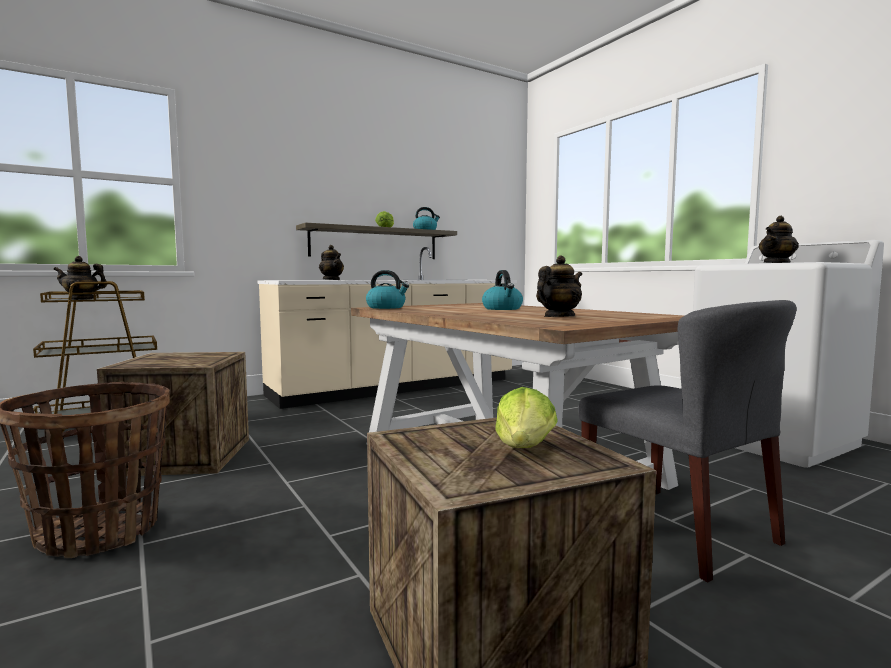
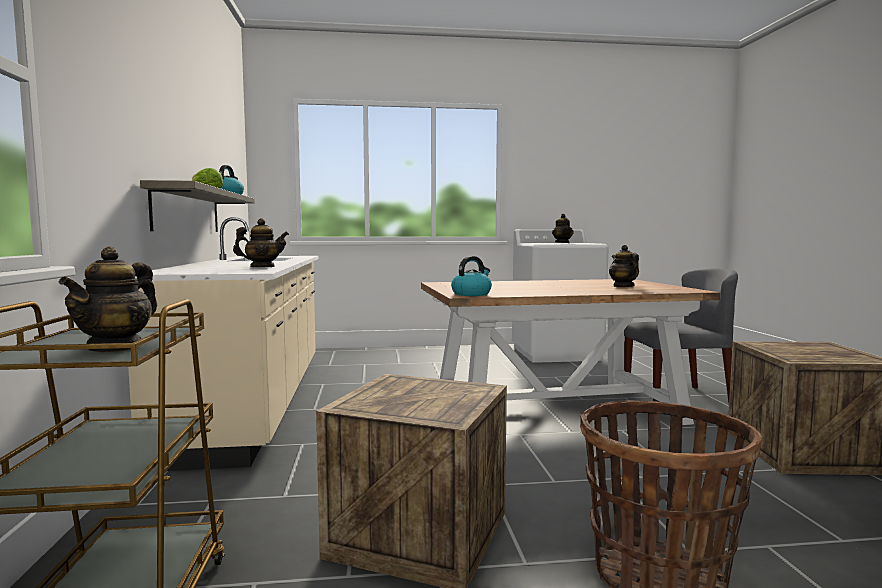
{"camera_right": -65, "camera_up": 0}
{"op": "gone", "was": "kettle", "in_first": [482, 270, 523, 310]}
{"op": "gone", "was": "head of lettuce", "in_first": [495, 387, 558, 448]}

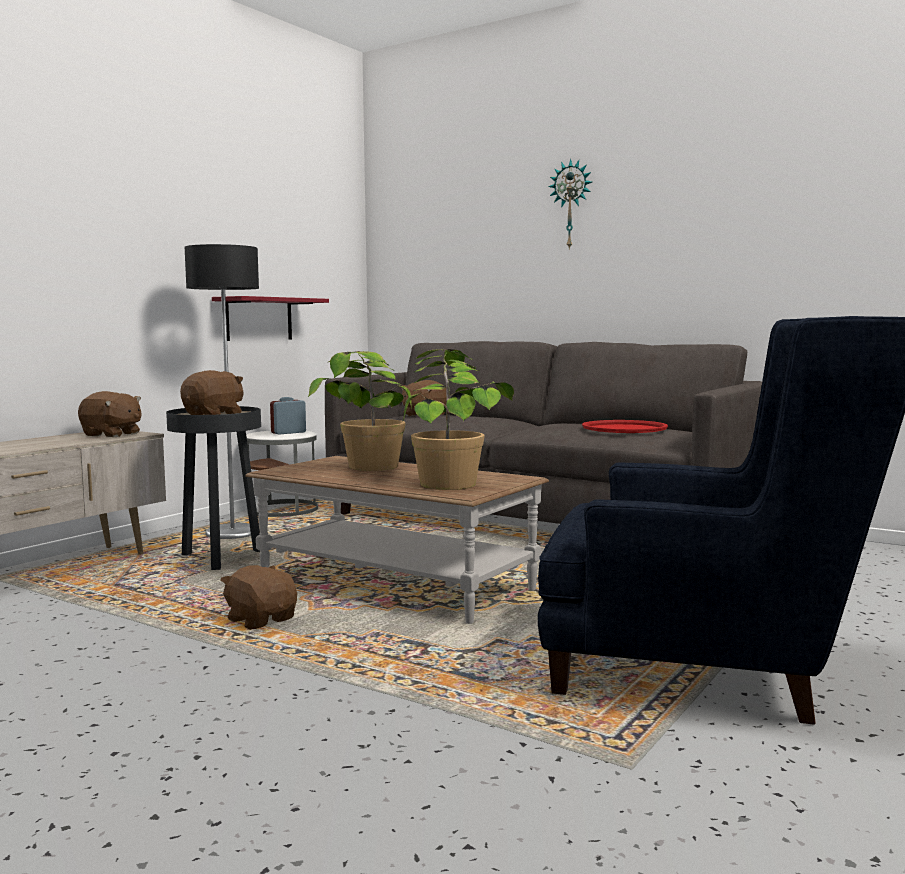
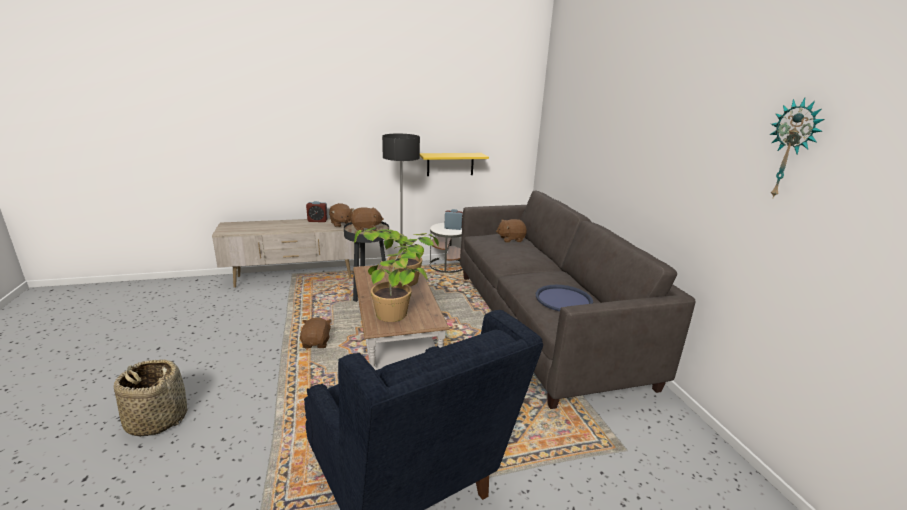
{"camera_right": 40, "camera_up": 15}
{"op": "new", "now": "storage basket", "in_second": [114, 359, 187, 437]}
{"op": "new", "now": "alarm clock", "in_second": [306, 201, 328, 222]}
{"op": "shifted", "was": "hanging clock", "in_first": [548, 159, 592, 250], "in_second": [769, 98, 824, 199]}
{"op": "repainted", "was": "red-coloured wall shelf", "now": "yellowish wall shelf", "in_first": [212, 296, 329, 341], "in_second": [420, 153, 489, 176]}
{"op": "repainted", "was": "red-coloured serving tray", "now": "blue serving tray", "in_first": [582, 420, 668, 433], "in_second": [536, 285, 593, 311]}

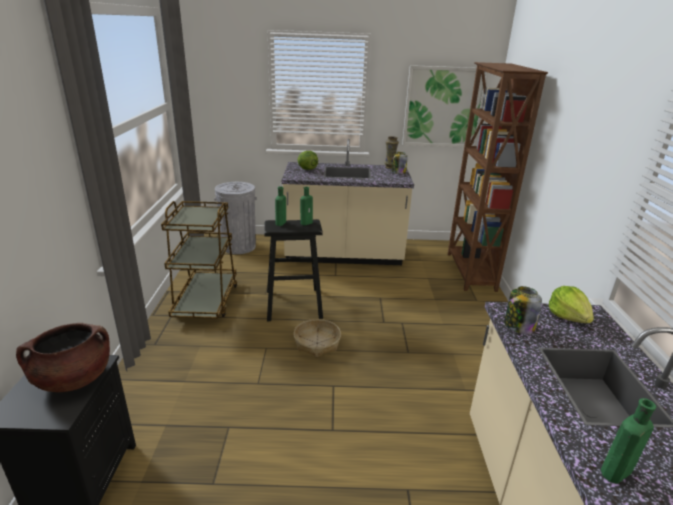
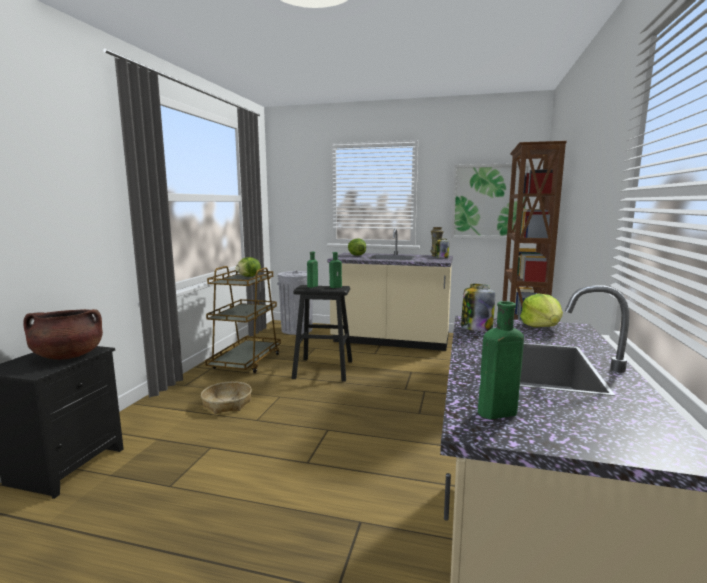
{"camera_right": 15, "camera_up": -15}
{"op": "new", "now": "head of lettuce", "in_second": [235, 257, 261, 277]}
{"op": "shifted", "was": "storage basket", "in_first": [294, 319, 341, 357], "in_second": [201, 381, 252, 414]}

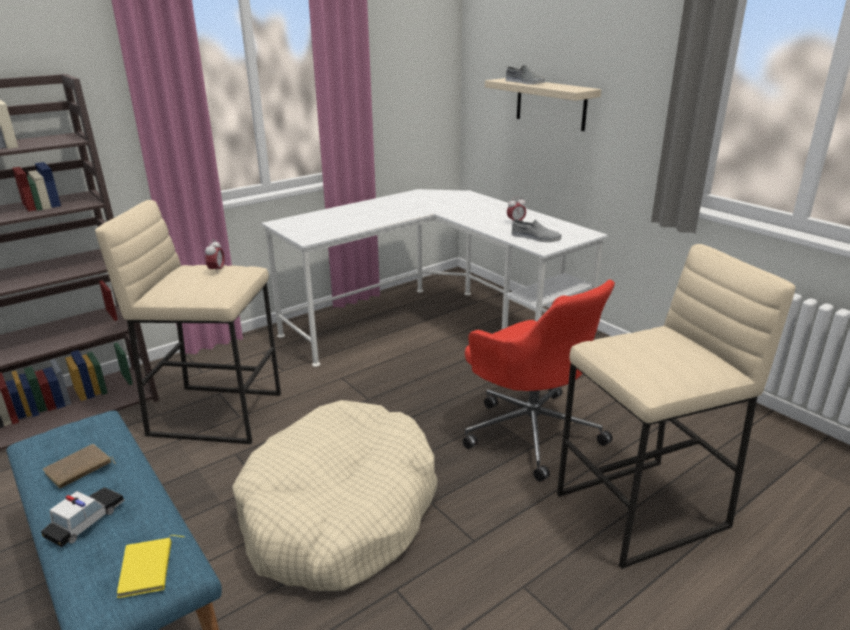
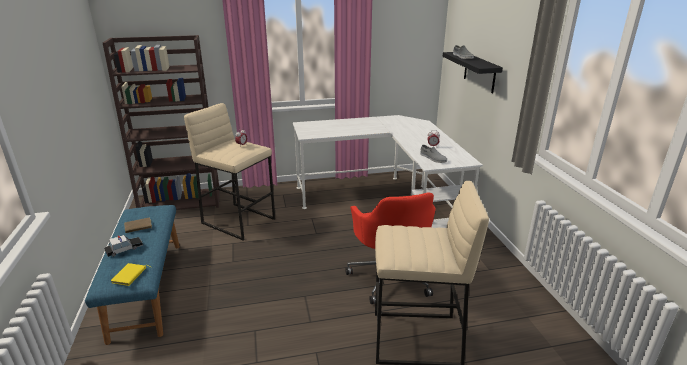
{"camera_right": 25, "camera_up": 0}
{"op": "gone", "was": "beige dog bed", "in_first": [232, 400, 438, 591]}
{"op": "repainted", "was": "beige wall shelf", "now": "black-coloured wall shelf", "in_first": [485, 78, 601, 131], "in_second": [442, 52, 503, 94]}

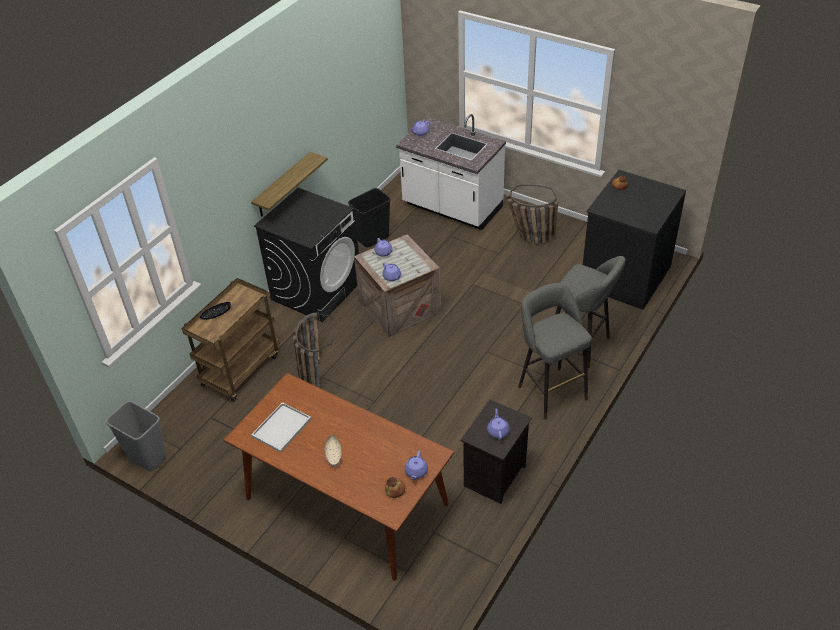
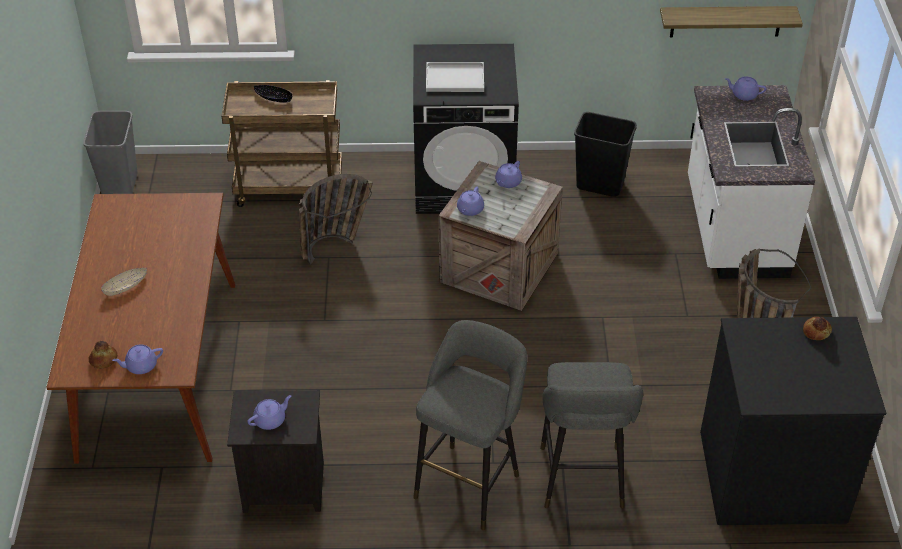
{"camera_right": 55, "camera_up": 0}
{"op": "shifted", "was": "wall shelf", "in_first": [251, 152, 328, 217], "in_second": [660, 6, 803, 37]}
{"op": "shifted", "was": "white serving tray", "in_first": [251, 402, 311, 453], "in_second": [426, 62, 484, 92]}

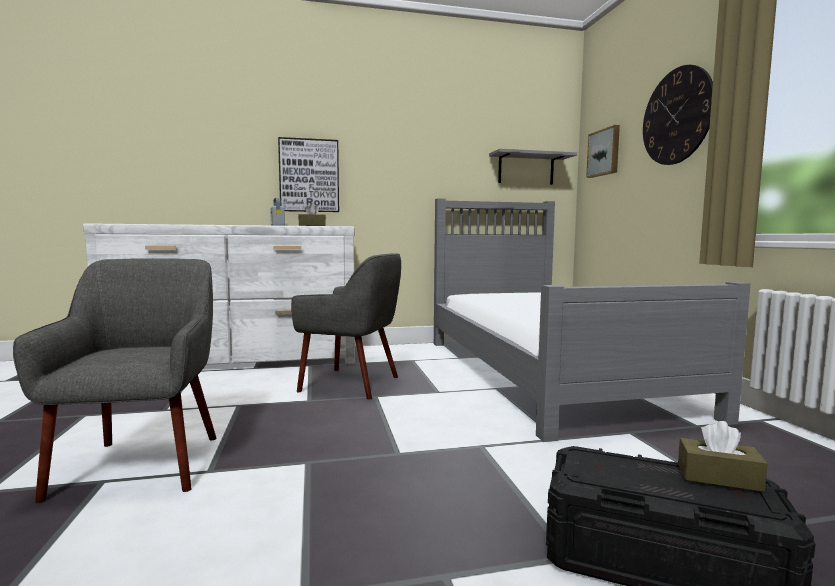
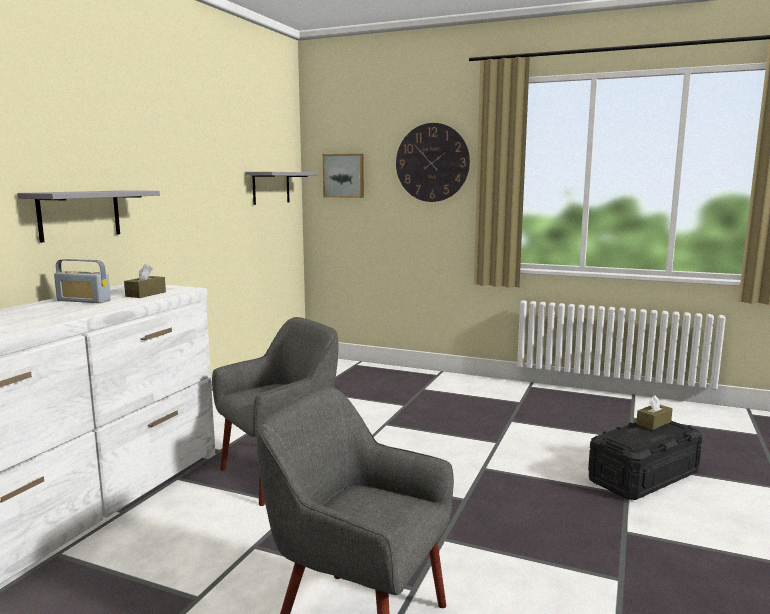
{"camera_right": -55, "camera_up": 5}
{"op": "gone", "was": "gray bed", "in_first": [434, 198, 751, 442]}
{"op": "swapped", "was": "picture", "now": "gray wall shelf", "in_first": [278, 137, 339, 212], "in_second": [17, 190, 160, 243]}

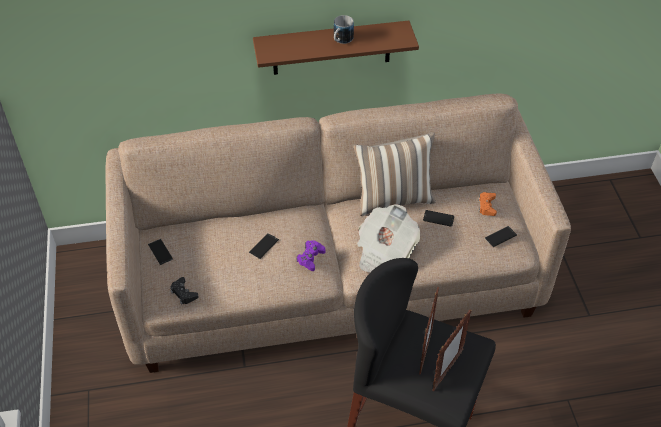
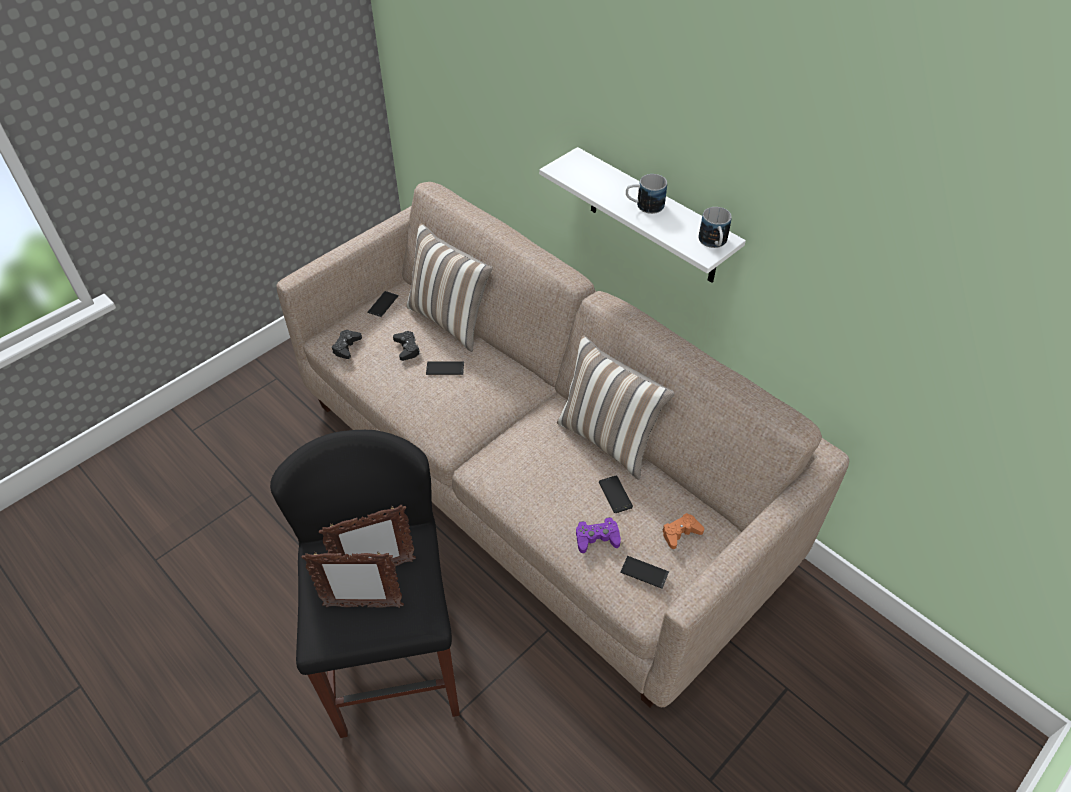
{"camera_right": 55, "camera_up": 0}
{"op": "gone", "was": "printed paper", "in_first": [357, 204, 420, 272]}
{"op": "new", "now": "black-coloured game controller", "in_second": [393, 331, 420, 361]}
{"op": "new", "now": "throw pillow", "in_second": [406, 224, 493, 352]}
{"op": "new", "now": "mug", "in_second": [698, 207, 732, 248]}
{"op": "shifted", "was": "purplish game controller", "in_first": [296, 240, 326, 271], "in_second": [576, 517, 621, 553]}
{"op": "repainted", "was": "brown-coloured wall shelf", "now": "white wall shelf", "in_first": [253, 21, 419, 75], "in_second": [539, 147, 746, 283]}

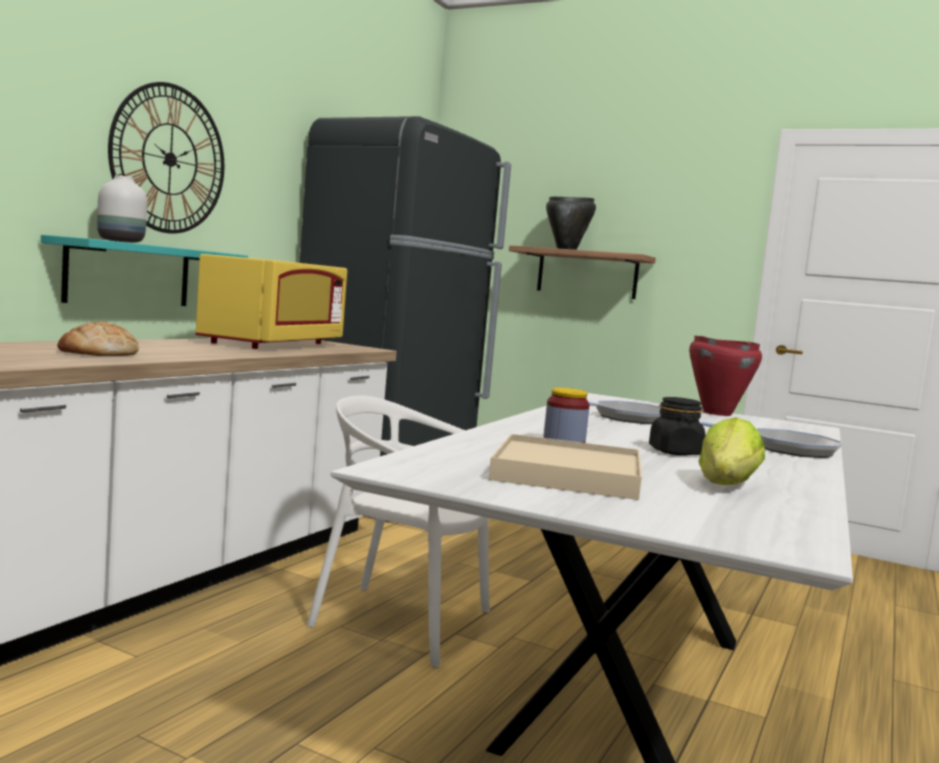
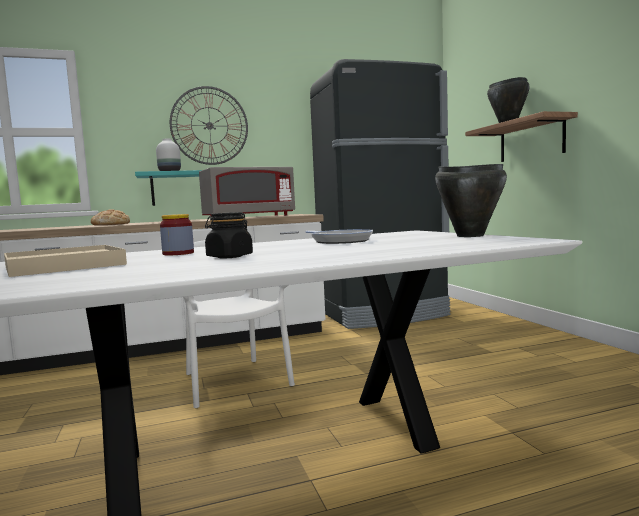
{"camera_right": 45, "camera_up": 0}
{"op": "gone", "was": "head of lettuce", "in_first": [698, 417, 765, 485]}
{"op": "gone", "was": "frying pan", "in_first": [701, 422, 843, 458]}
{"op": "repainted", "was": "yellowish microwave", "now": "gray microwave", "in_first": [195, 254, 347, 349], "in_second": [199, 167, 295, 215]}
{"op": "repainted", "was": "red-coloured cooking pot", "now": "black-coloured cooking pot", "in_first": [689, 336, 762, 416], "in_second": [435, 164, 507, 237]}

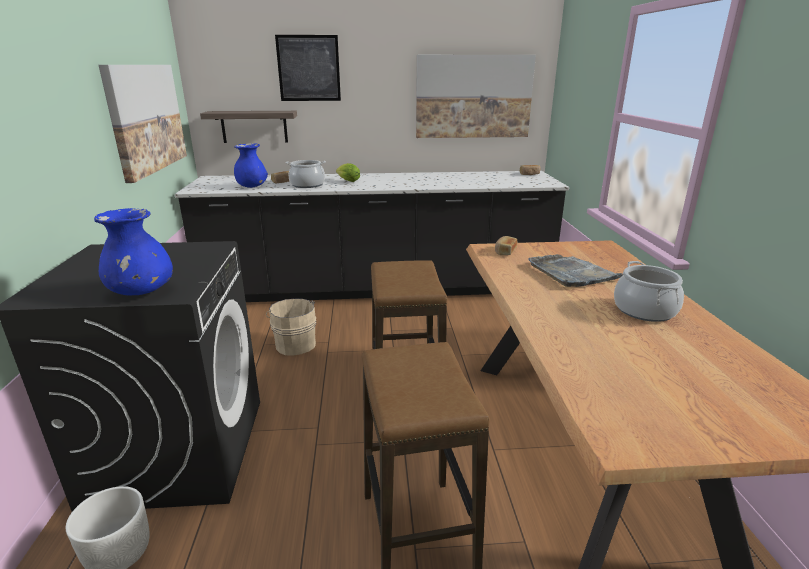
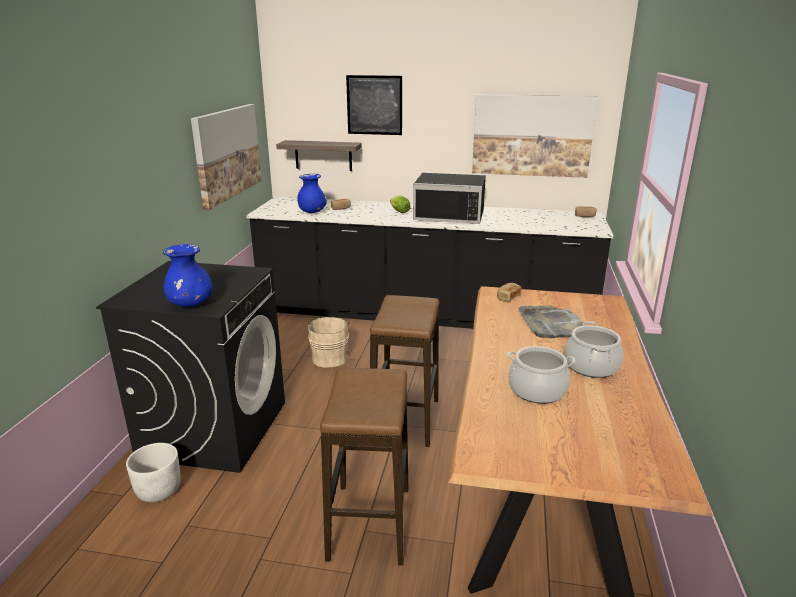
{"camera_right": 15, "camera_up": 0}
{"op": "new", "now": "black-coloured microwave", "in_second": [413, 173, 486, 224]}
{"op": "shifted", "was": "cooking pot", "in_first": [286, 160, 326, 188], "in_second": [507, 346, 576, 404]}

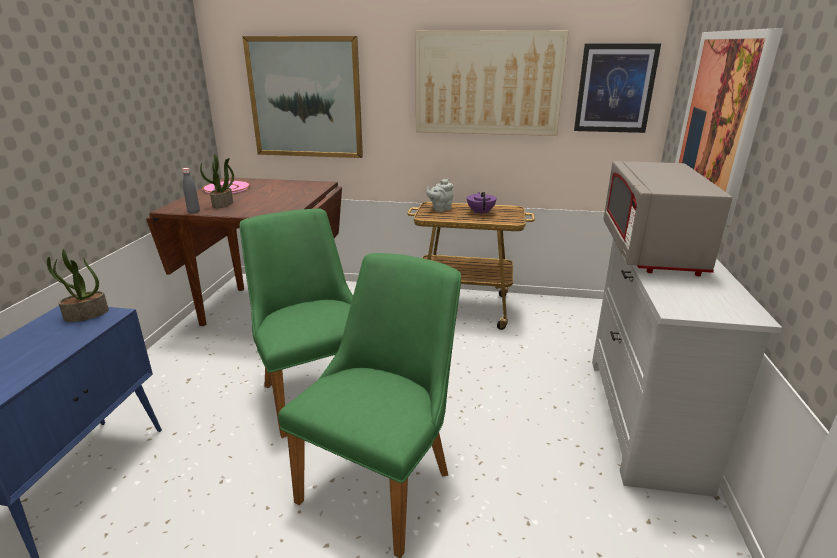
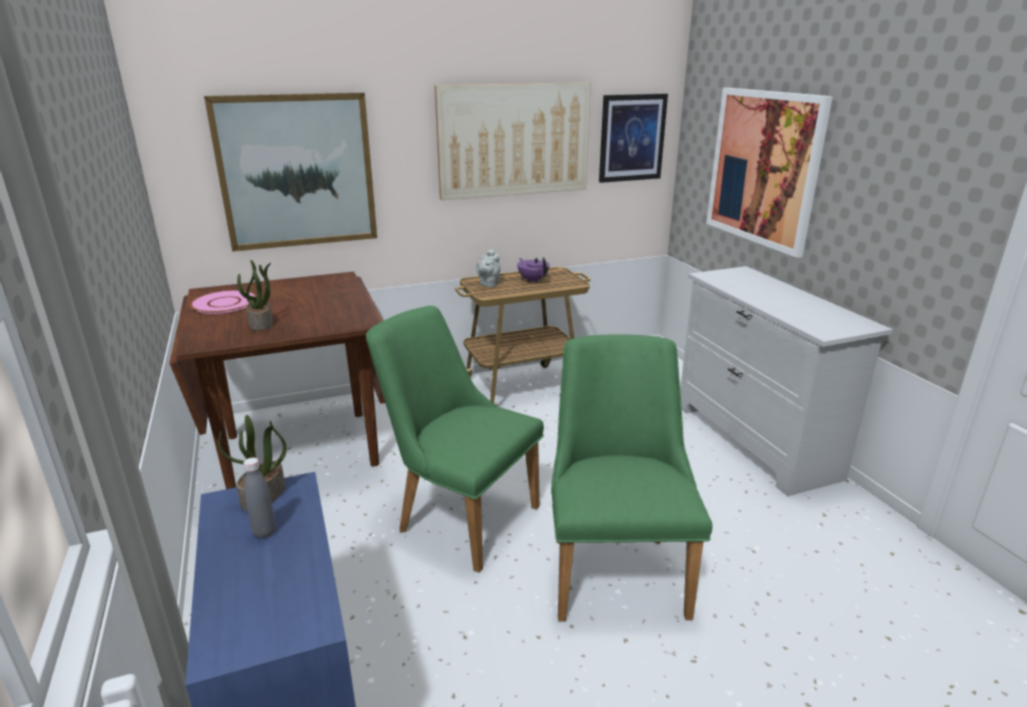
{"camera_right": -30, "camera_up": 0}
{"op": "gone", "was": "gray microwave", "in_first": [604, 161, 732, 276]}
{"op": "shifted", "was": "gray bottle", "in_first": [182, 168, 200, 214], "in_second": [243, 458, 276, 539]}

